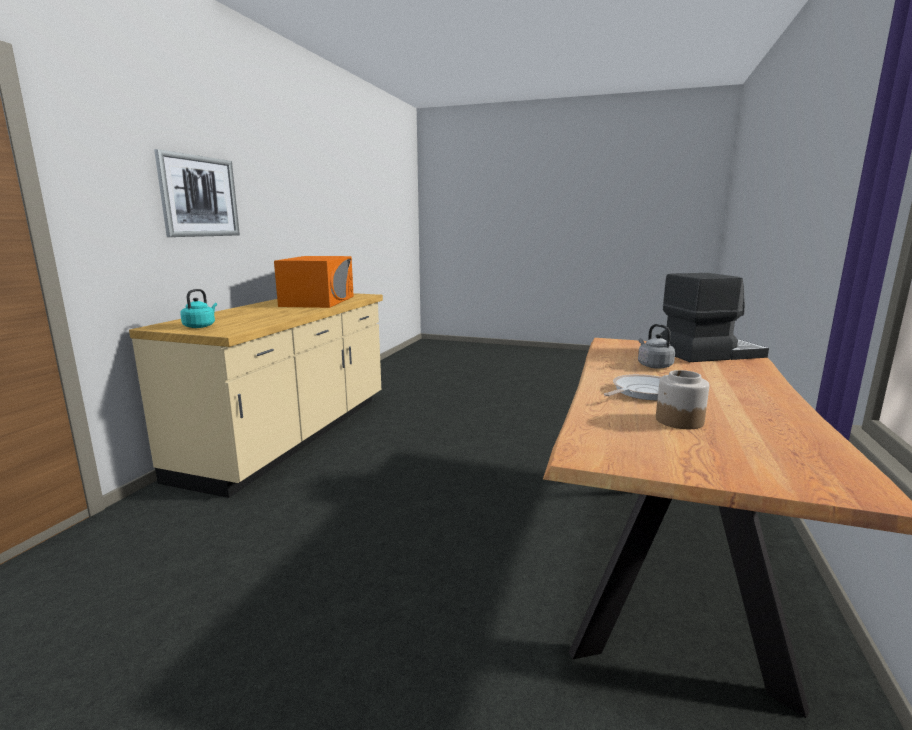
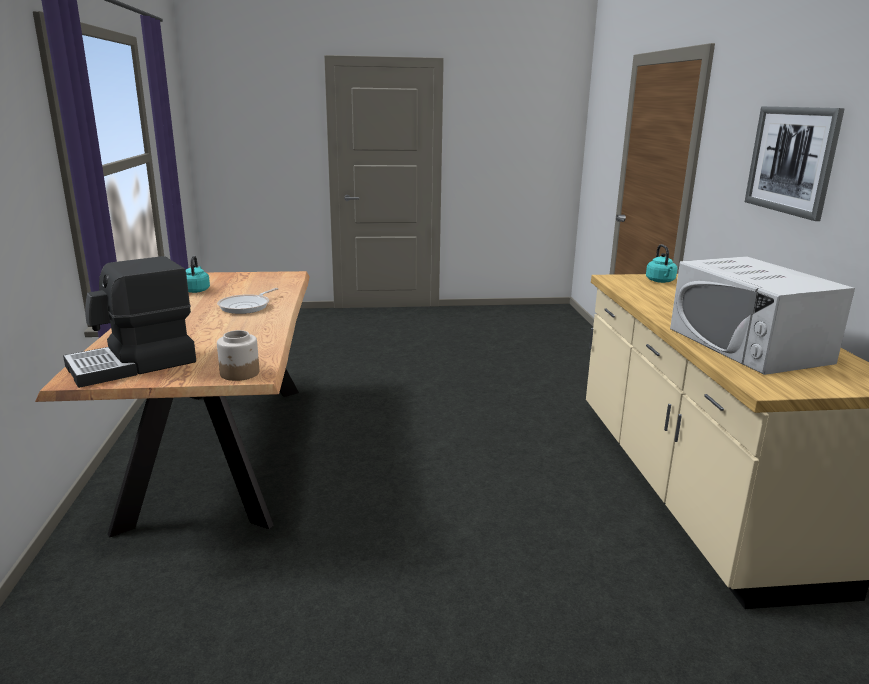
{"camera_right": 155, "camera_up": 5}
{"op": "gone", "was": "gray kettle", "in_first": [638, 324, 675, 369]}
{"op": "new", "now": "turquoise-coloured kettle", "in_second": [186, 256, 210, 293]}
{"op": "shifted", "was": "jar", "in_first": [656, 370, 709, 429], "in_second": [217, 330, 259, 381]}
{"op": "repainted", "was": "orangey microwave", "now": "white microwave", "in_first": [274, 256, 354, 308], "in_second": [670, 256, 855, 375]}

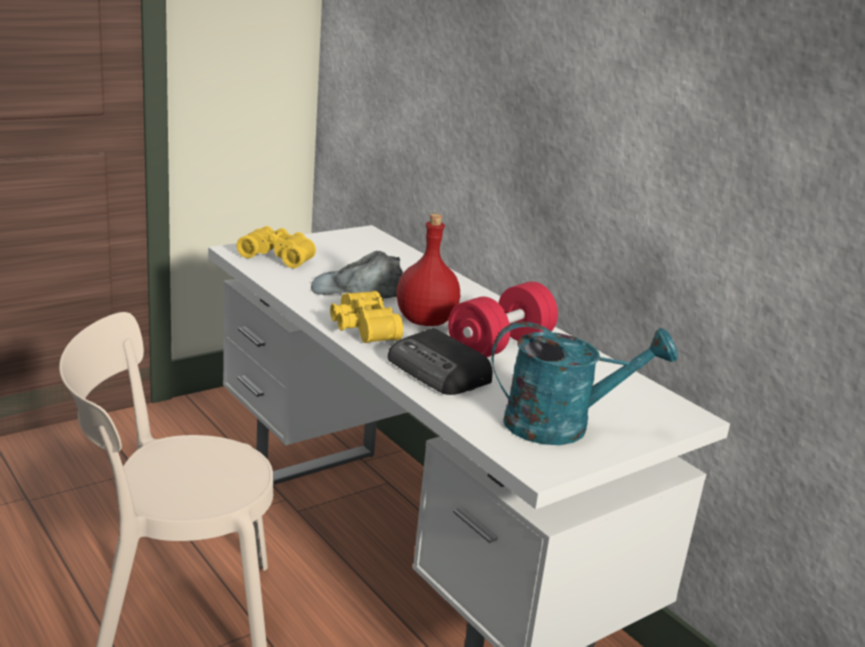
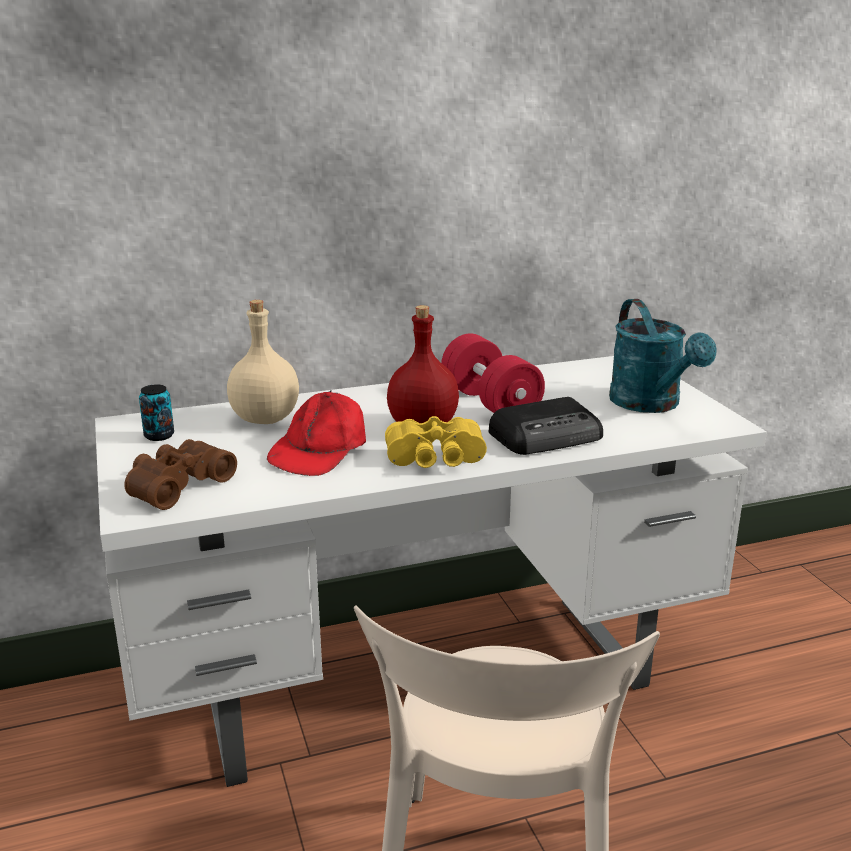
{"camera_right": -70, "camera_up": 0}
{"op": "new", "now": "sealed can", "in_second": [139, 384, 174, 441]}
{"op": "new", "now": "beige bottle", "in_second": [227, 300, 299, 424]}
{"op": "repainted", "was": "yellowish pair of binoculars", "now": "brown-coloured pair of binoculars", "in_first": [236, 226, 316, 268], "in_second": [124, 439, 237, 510]}
{"op": "repainted", "was": "gray cap", "now": "red-coloured cap", "in_first": [311, 251, 403, 298], "in_second": [267, 390, 366, 476]}
{"op": "rotated", "was": "turquoise-coloured watering pot", "in_first": [492, 321, 678, 445], "in_second": [609, 299, 717, 413], "clockwise": 150}

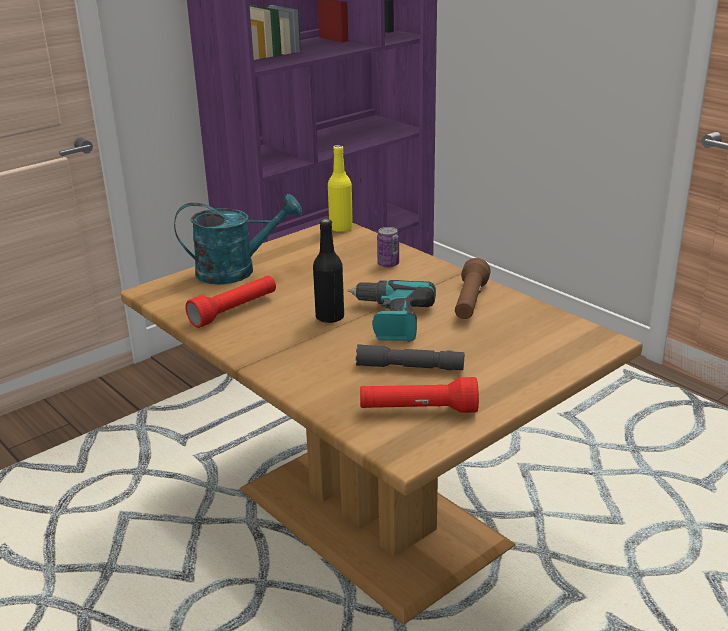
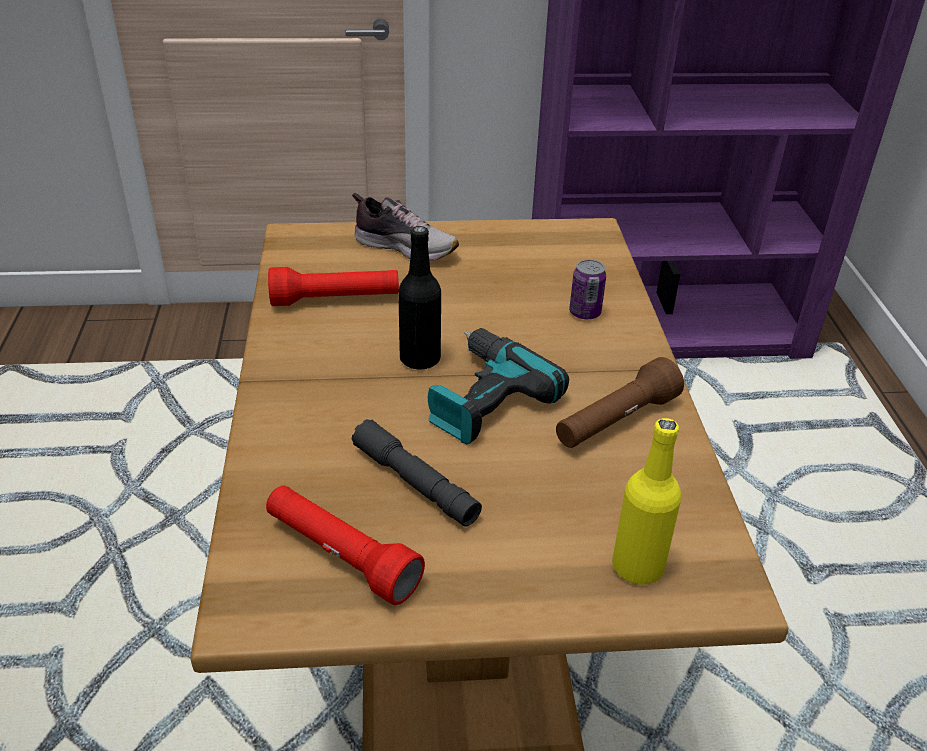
{"camera_right": 35, "camera_up": 10}
{"op": "shifted", "was": "yellowish bottle", "in_first": [328, 145, 353, 232], "in_second": [612, 418, 681, 585]}
{"op": "swapped", "was": "turquoise-coloured watering pot", "now": "item of footwear", "in_first": [174, 194, 302, 284], "in_second": [352, 193, 459, 261]}

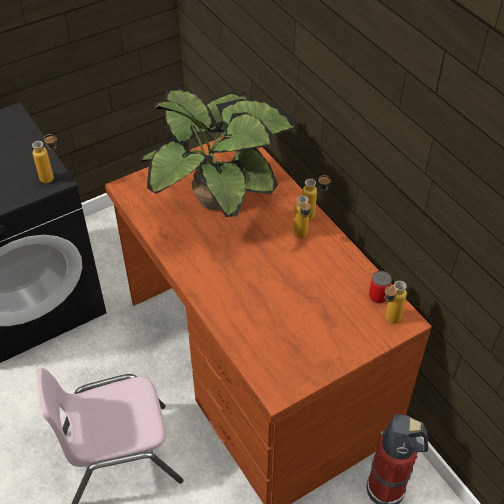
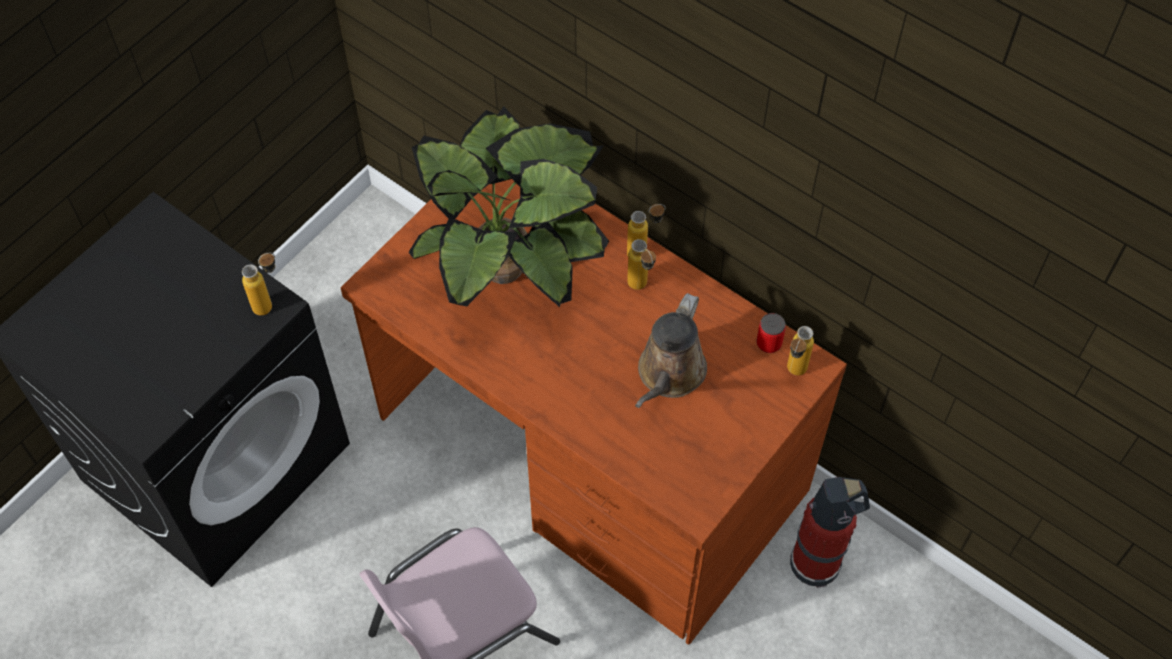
{"camera_right": -20, "camera_up": 10}
{"op": "new", "now": "brown-coloured watering pot", "in_second": [635, 293, 707, 408]}

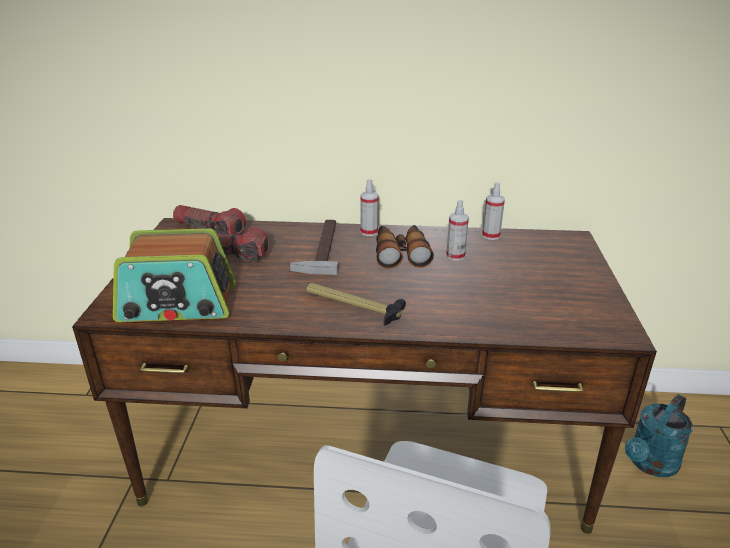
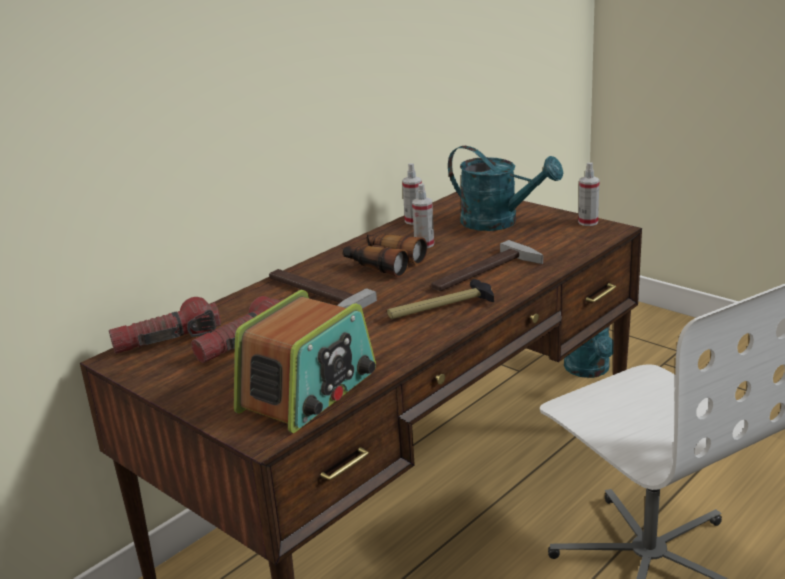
{"camera_right": -50, "camera_up": -5}
{"op": "new", "now": "tool hammer", "in_second": [431, 240, 543, 291]}
{"op": "new", "now": "turquoise-coloured watering pot", "in_second": [448, 146, 563, 231]}
{"op": "shifted", "was": "sprayer", "in_first": [360, 179, 379, 236], "in_second": [578, 162, 599, 226]}

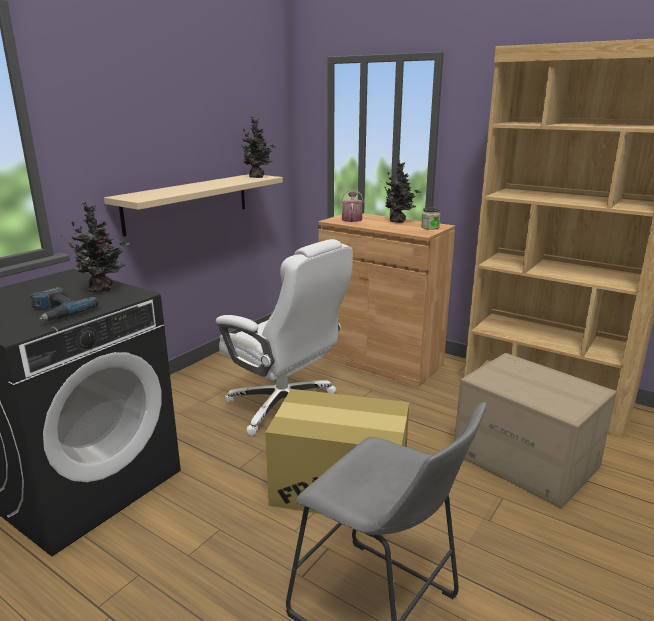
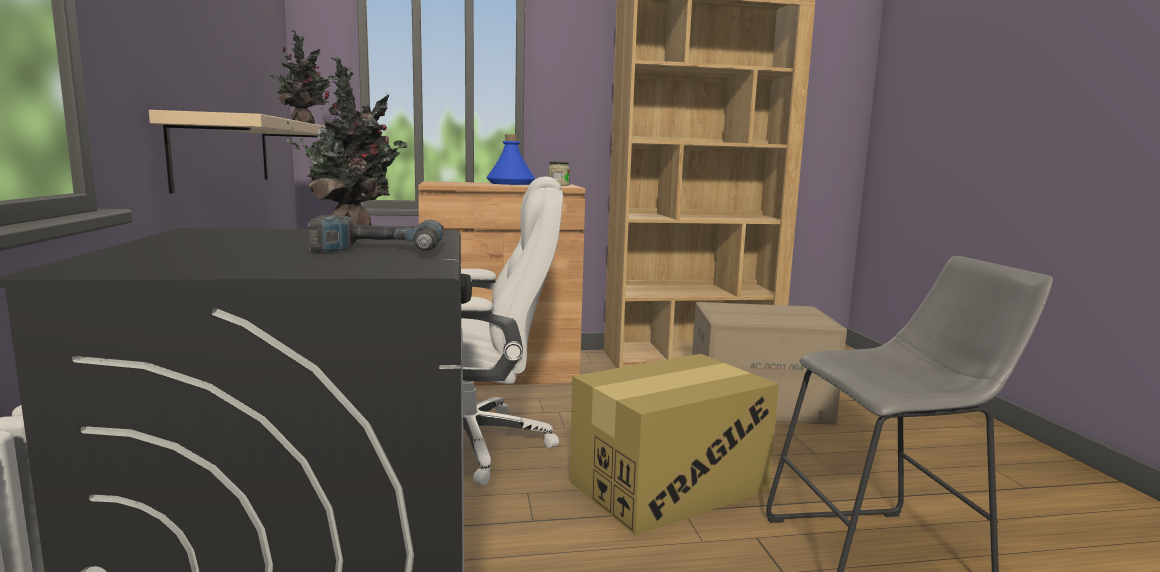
{"camera_right": -45, "camera_up": -10}
{"op": "gone", "was": "watering pot", "in_first": [341, 190, 364, 222]}
{"op": "swapped", "was": "plant in a pot", "now": "blue bottle", "in_first": [384, 160, 421, 223], "in_second": [486, 134, 535, 185]}

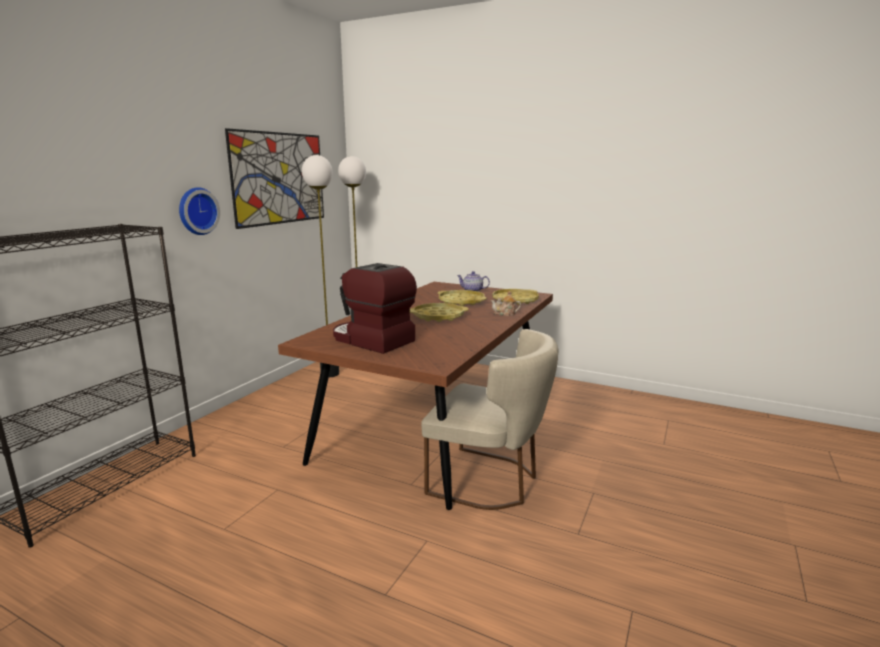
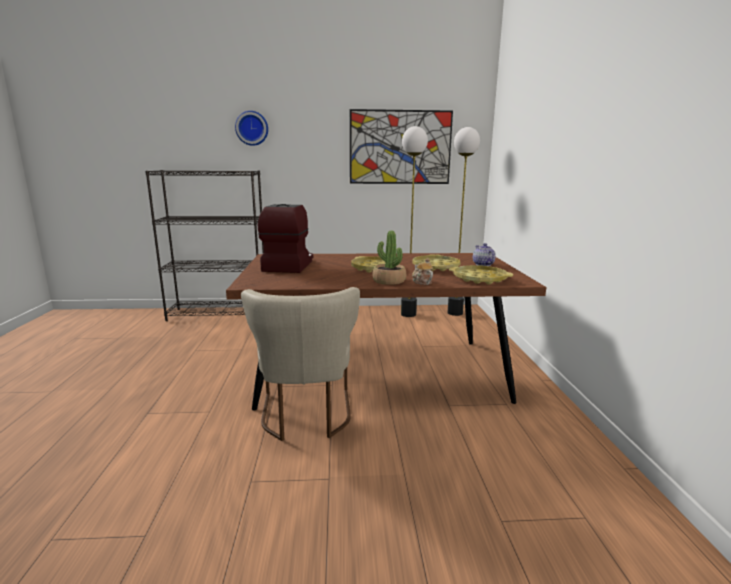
{"camera_right": 60, "camera_up": 0}
{"op": "new", "now": "plant in a pot", "in_second": [372, 231, 406, 285]}
{"op": "shifted", "was": "hanging clock", "in_first": [179, 187, 220, 235], "in_second": [235, 111, 268, 146]}

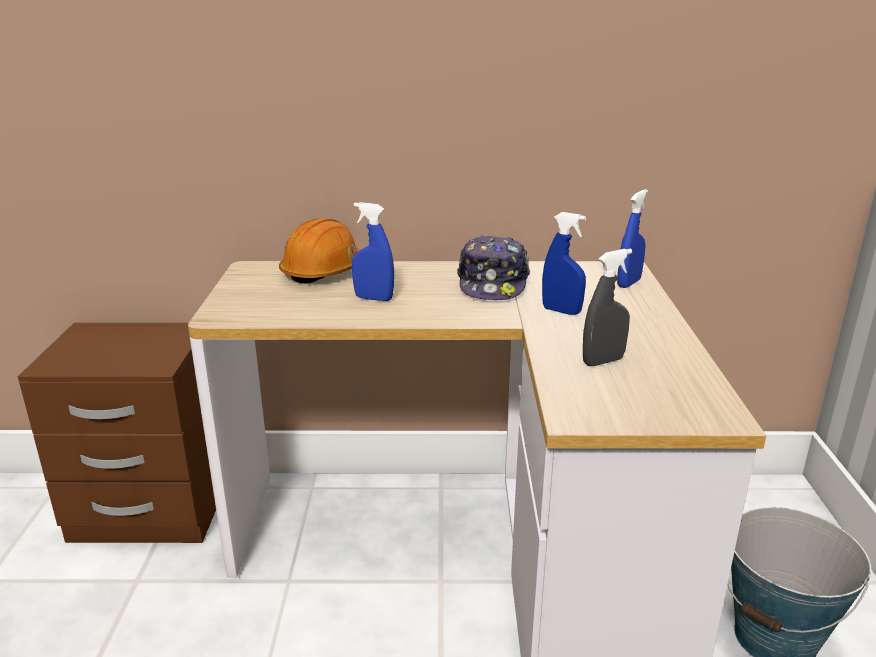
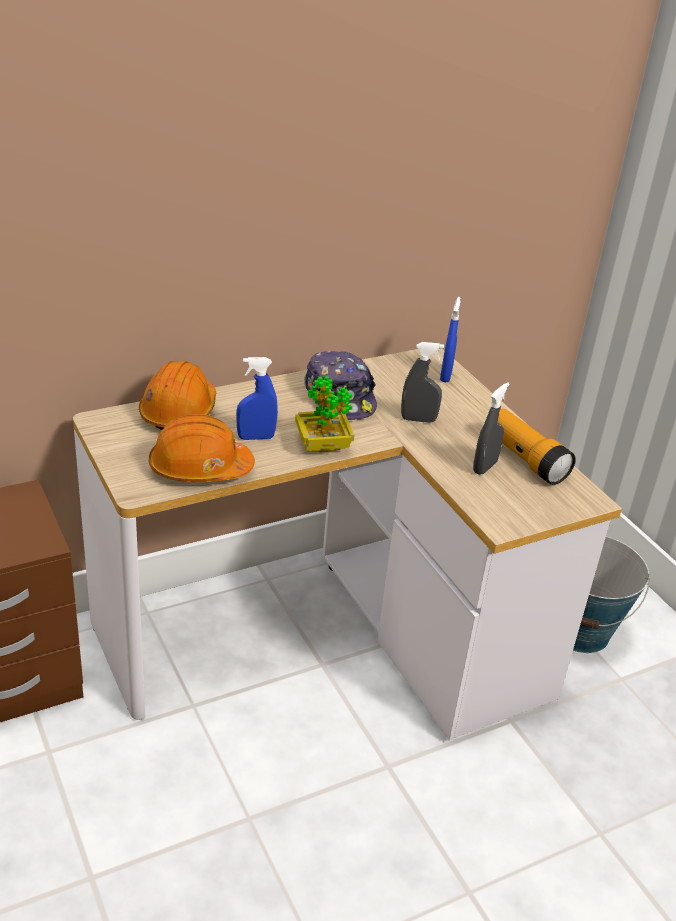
{"camera_right": -30, "camera_up": 10}
{"op": "new", "now": "orangey safety helmet", "in_second": [149, 414, 255, 482]}
{"op": "new", "now": "plant in a pot", "in_second": [295, 376, 354, 452]}
{"op": "new", "now": "hand torch", "in_second": [498, 408, 576, 485]}
{"op": "repainted", "was": "blue sprayer", "now": "gray sprayer", "in_first": [542, 212, 586, 315], "in_second": [401, 342, 444, 423]}

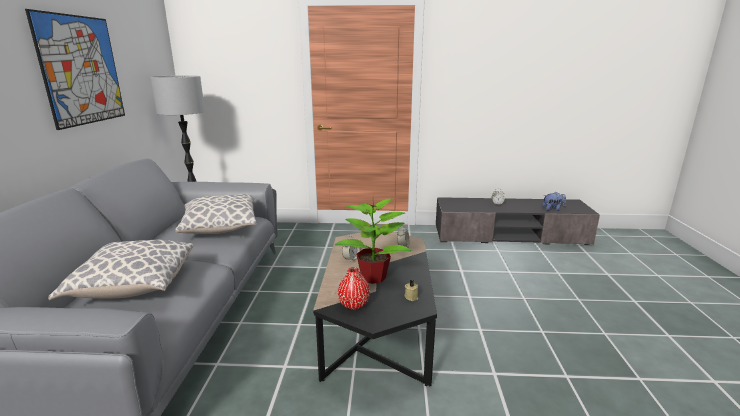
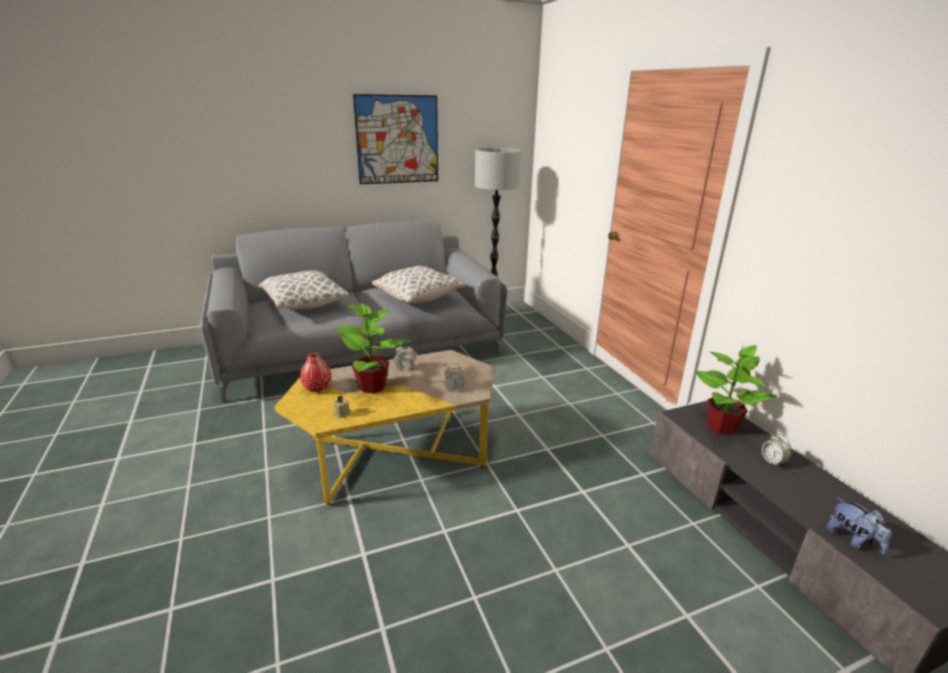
{"camera_right": 65, "camera_up": 5}
{"op": "new", "now": "plant in a pot", "in_second": [695, 344, 776, 435]}
{"op": "repainted", "was": "black-coloured low table", "now": "yellowish low table", "in_first": [313, 232, 437, 386], "in_second": [274, 350, 496, 506]}

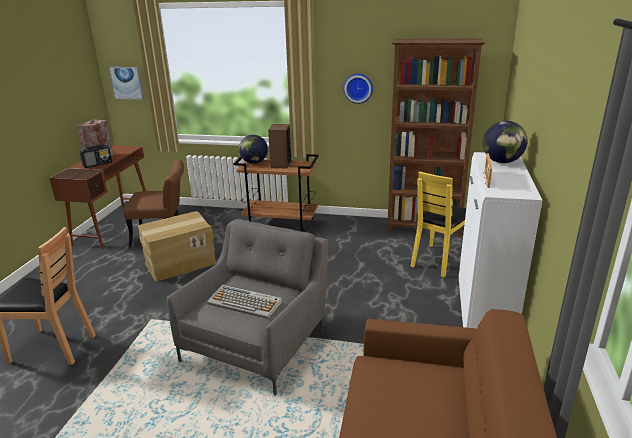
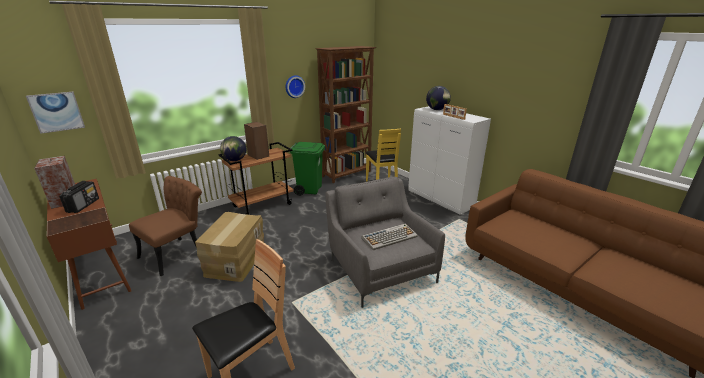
{"camera_right": -50, "camera_up": 0}
{"op": "new", "now": "green-coloured trash can", "in_second": [288, 142, 325, 196]}

